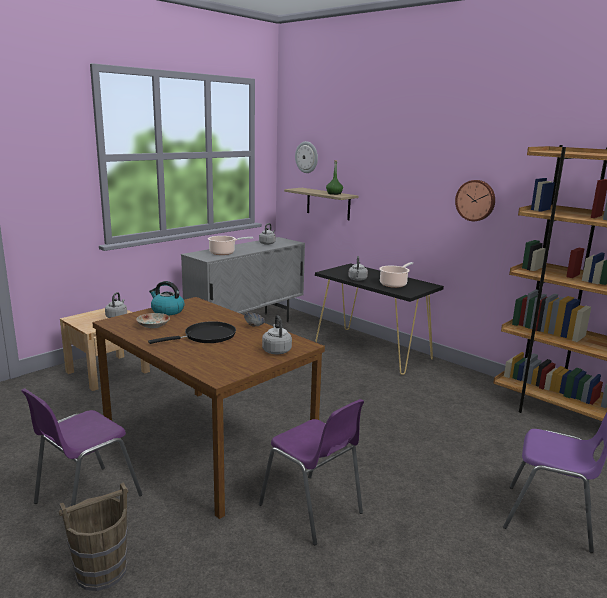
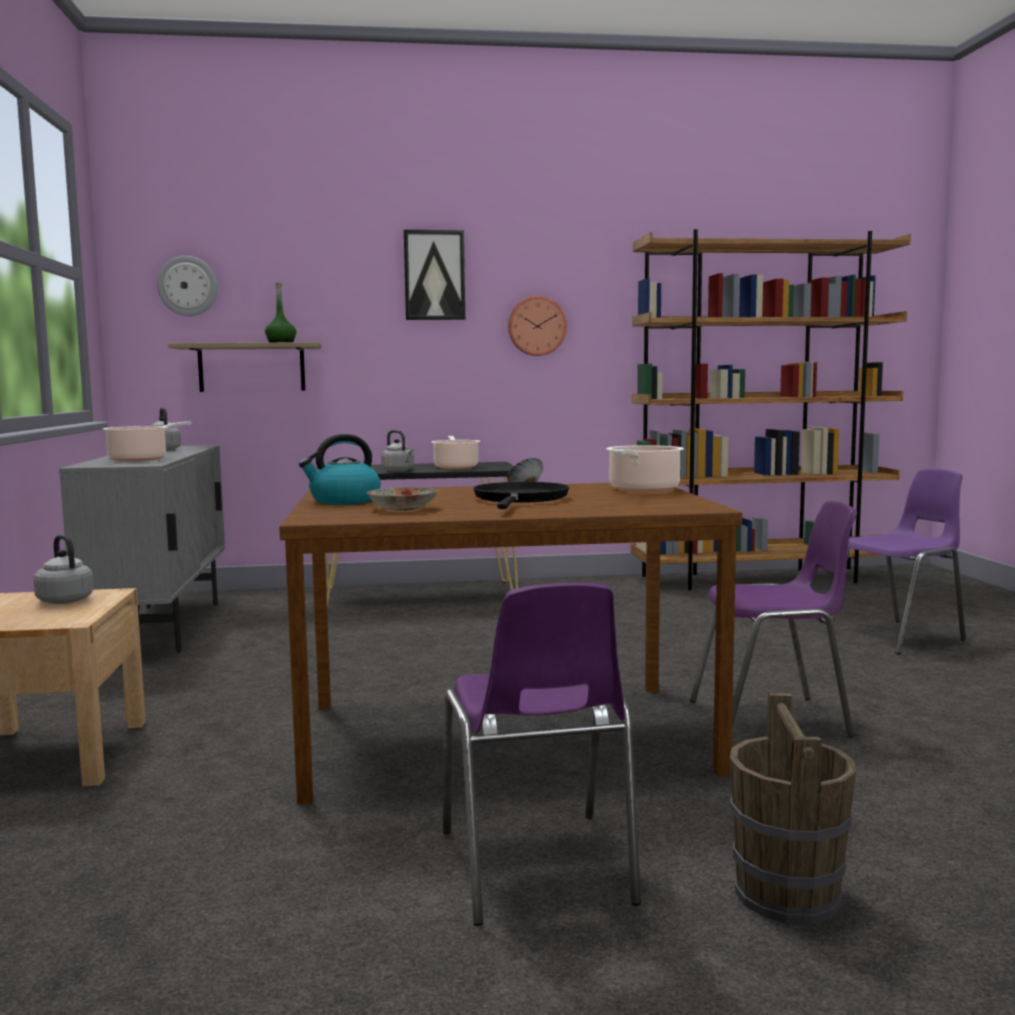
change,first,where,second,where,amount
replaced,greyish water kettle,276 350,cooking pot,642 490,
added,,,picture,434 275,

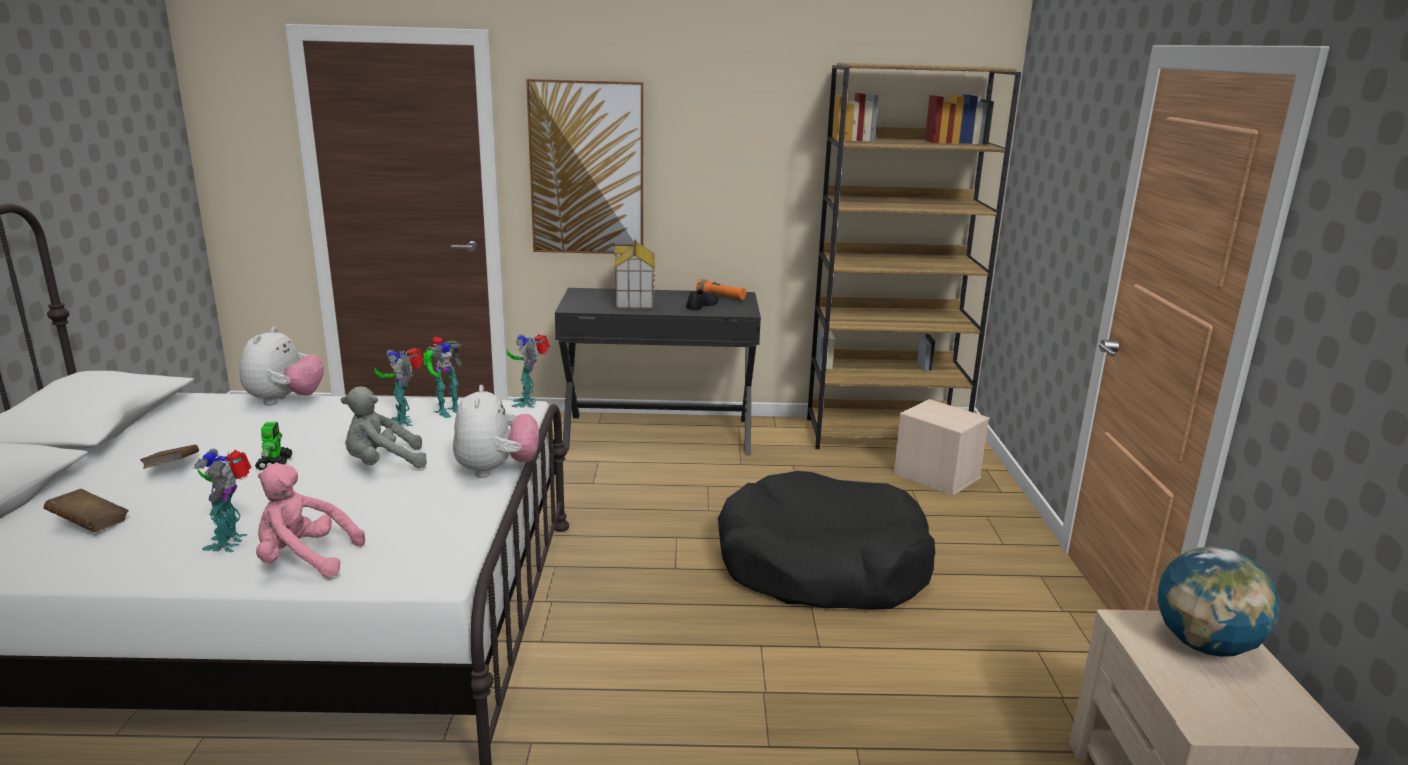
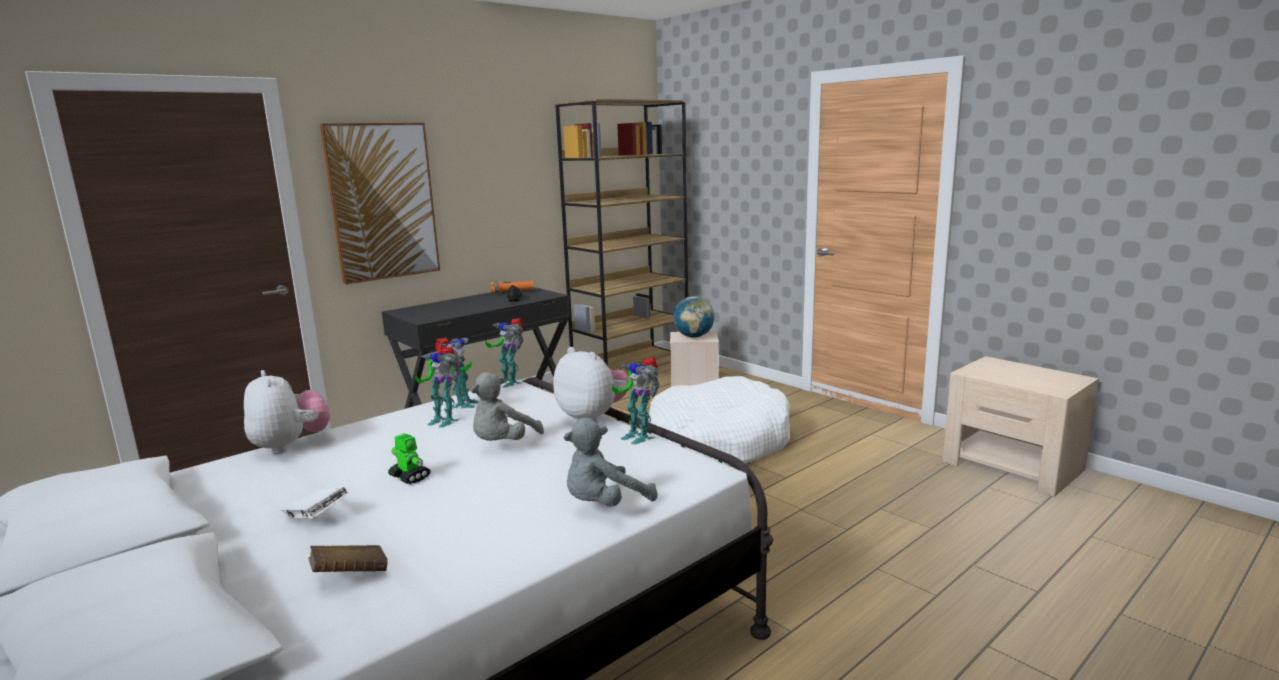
change,first,where,second,where,amount
removed,miniature house,635 300,,,
recoloured,brown-coloured volume,172 469,white-coloured volume,316 517,
moved,robot figure,231 542,,638 436,
recoloured,pink-coloured plush toy,304 560,greyish plush toy,604 504,
recoloured,black dog cushion,821 565,white-coloured dog cushion,717 442,
moved,world globe,1205 645,,694 336,

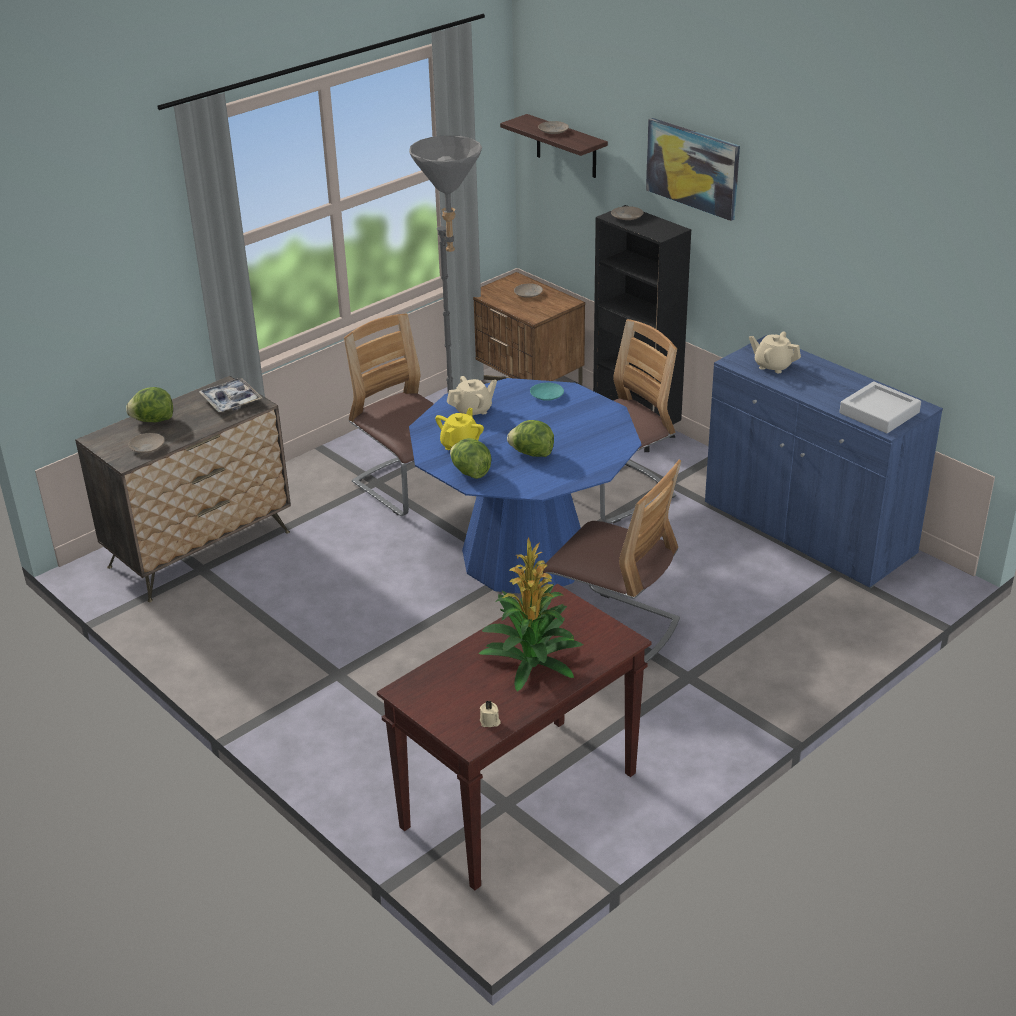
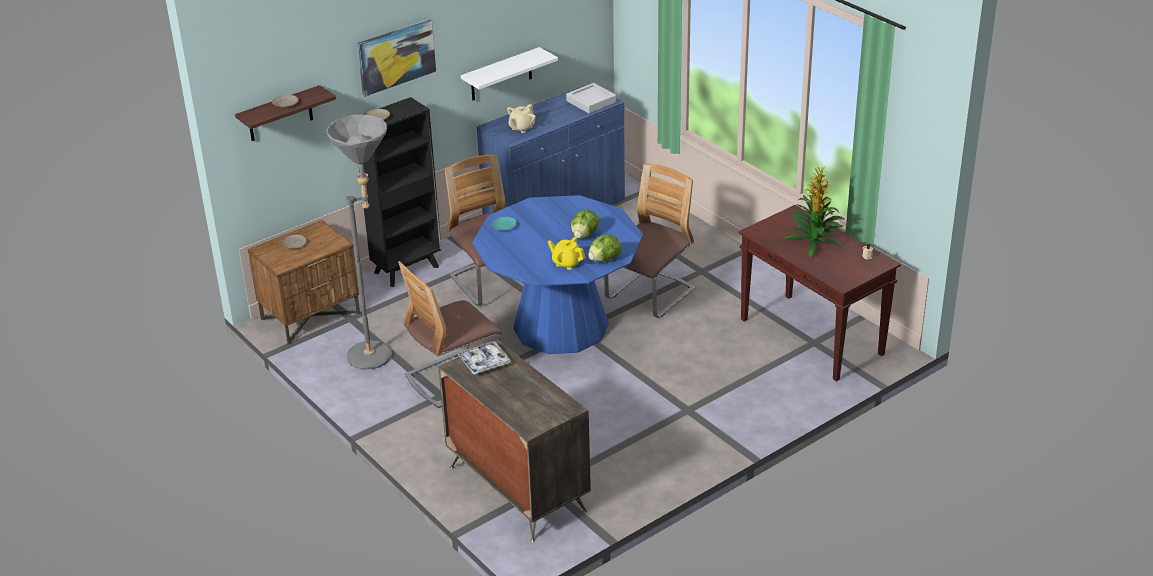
change,first,where,second,where,amount
removed,sand-coloured pot for tea,473 410,,,
removed,lettuce head,153 420,,,
removed,sand-coloured flat dish,147 447,,,
added,,,white-coloured shelf,501 75,

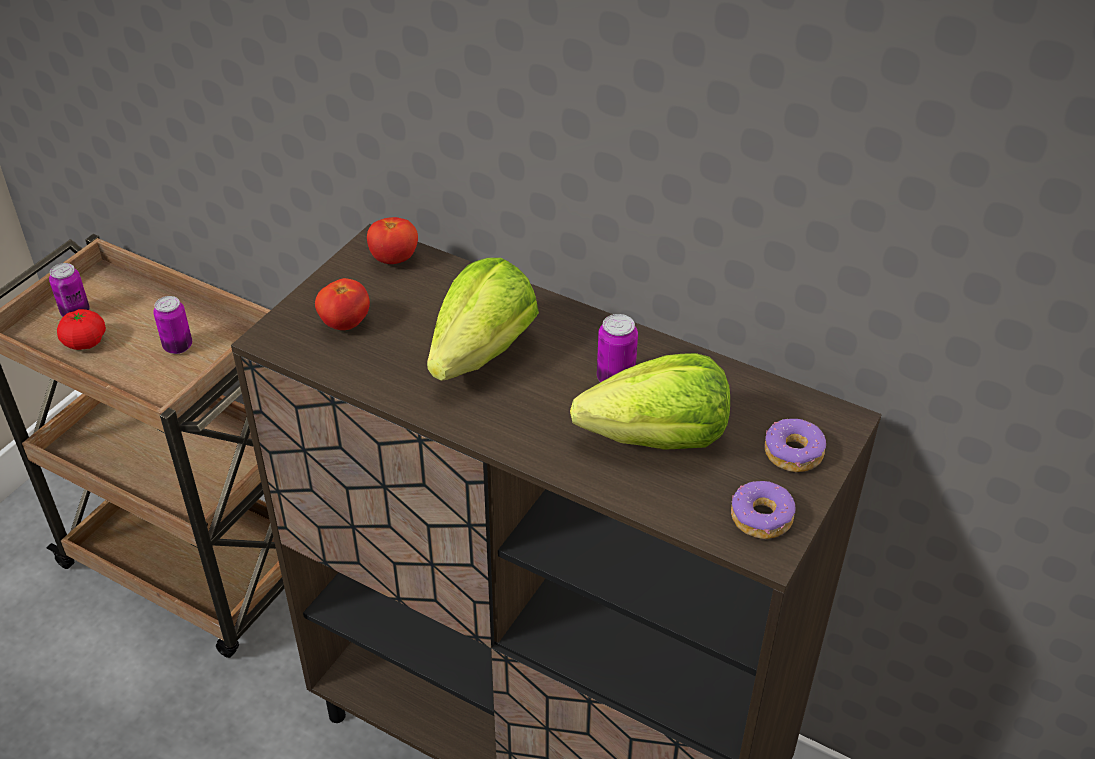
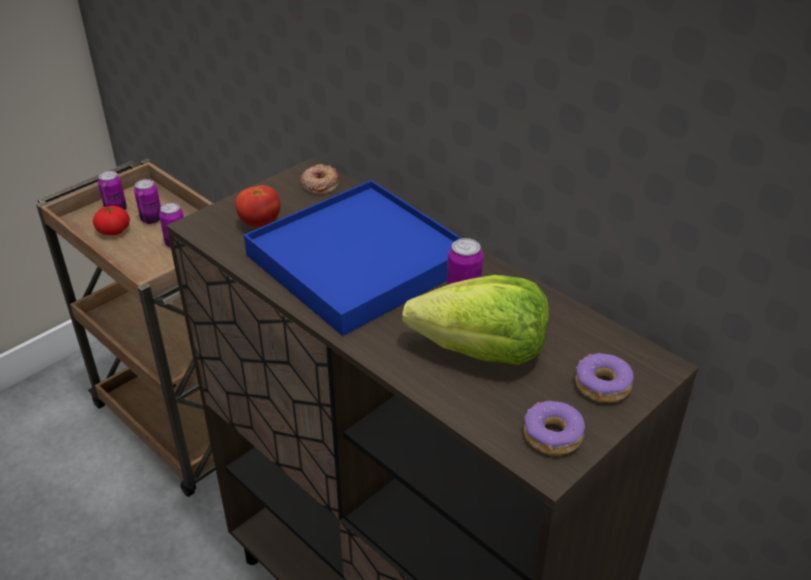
change,first,where,second,where,amount
replaced,whole tomato,394 259,doughnut,320 184,
replaced,lettuce head,482 353,bluish carrying tray,359 261,
added,,,sealed can,152 219,

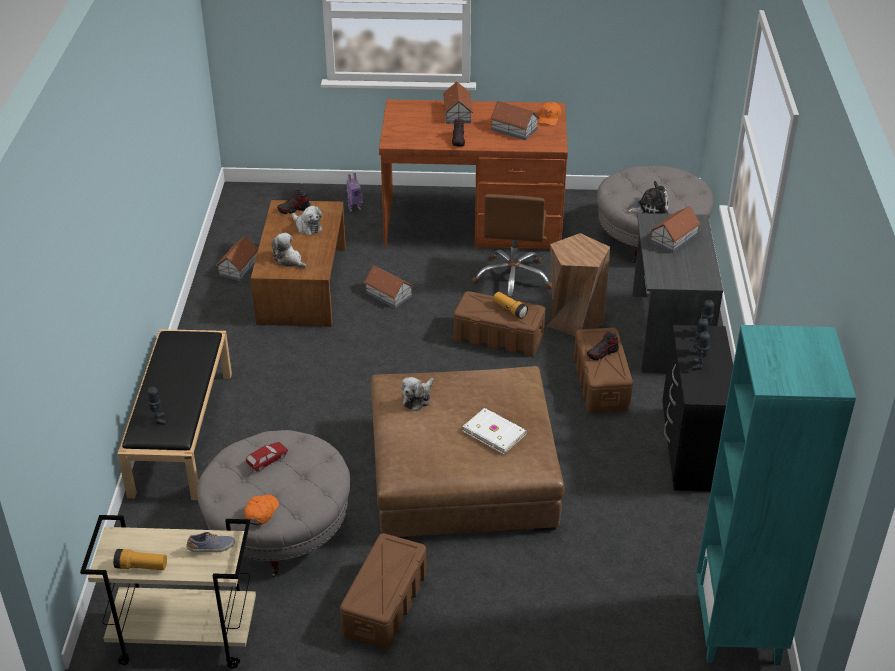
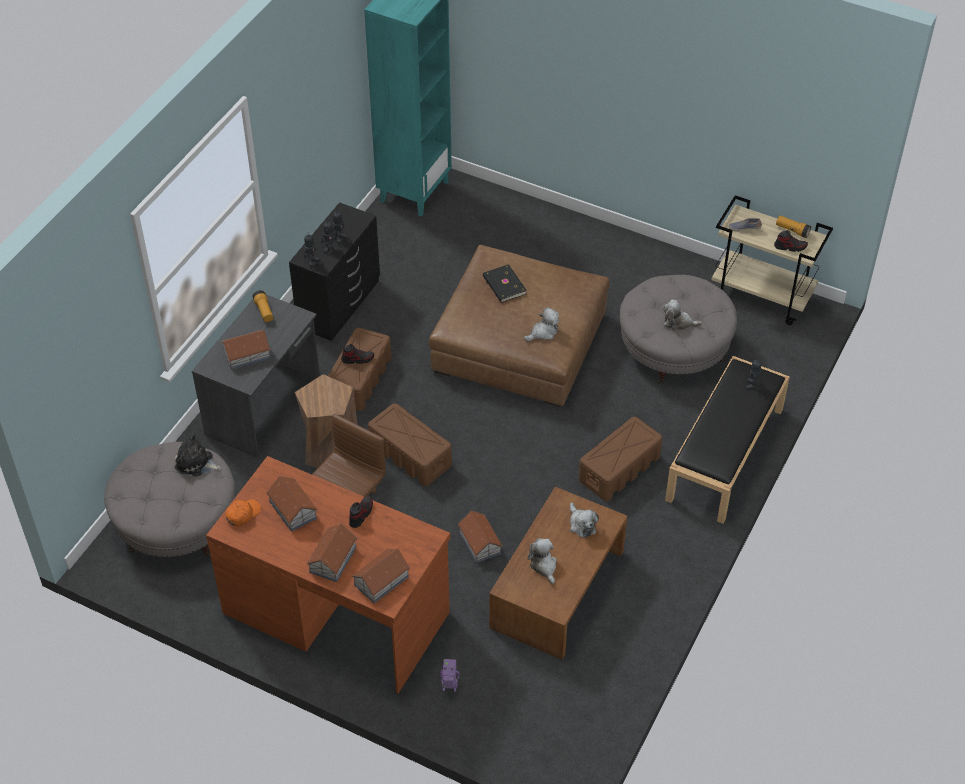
change,first,where,second,where,amount
moved,item of footwear,294 209,,790 247,
moved,miniature house,238 267,,382 580,
moved,flashlight,510 310,,264 311,
recoloured,white-coloured volume,494 432,black volume,503 286,
replaced,miniature car,267 460,plush toy,678 323,
removed,orangey baseball cap,261 512,,,
moved,brown-coloured storage box,385 603,,619 469,

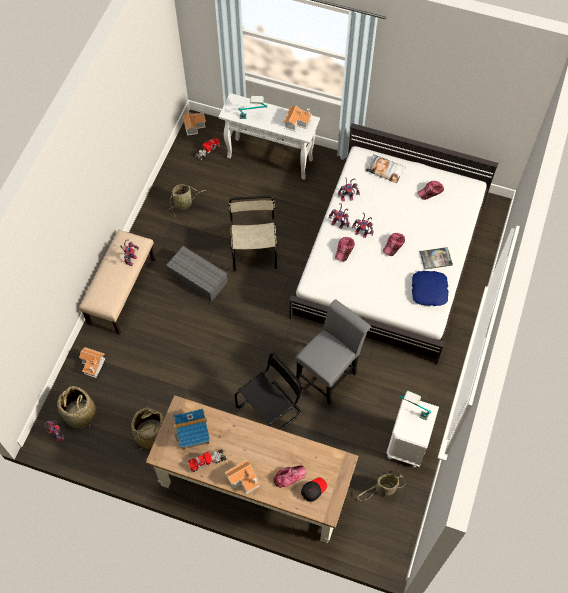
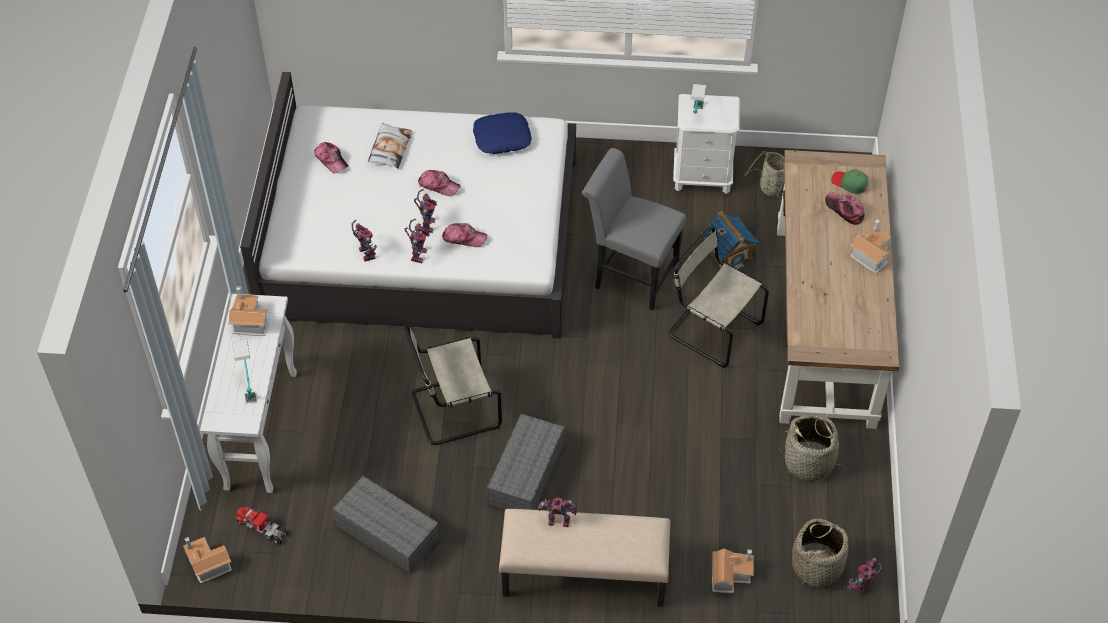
change,first,where,second,where,amount
moved,pillow,385 170,,390 149,
replaced,household basket,184 204,greyish storage box,385 532,
removed,volume,435 258,,,
recoloured,black upright chair,271 409,sand-coloured upright chair,712 328,
moved,miniature house,193 434,,727 252,
removed,toy lorry,208 461,,,
recoloured,black baseball cap,313 489,greenish baseball cap,849 183,

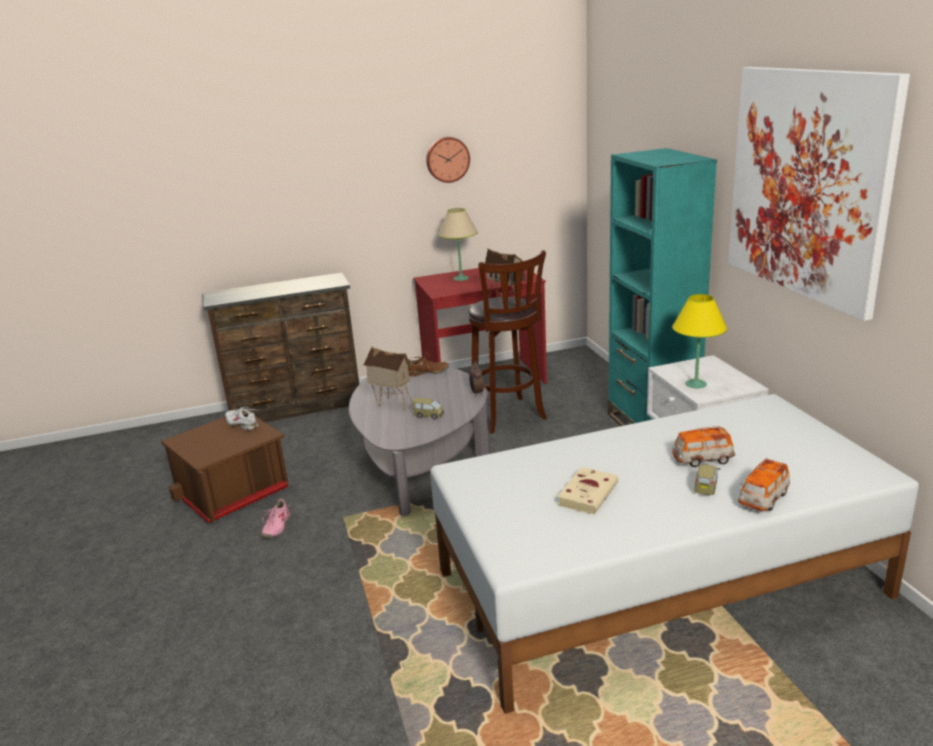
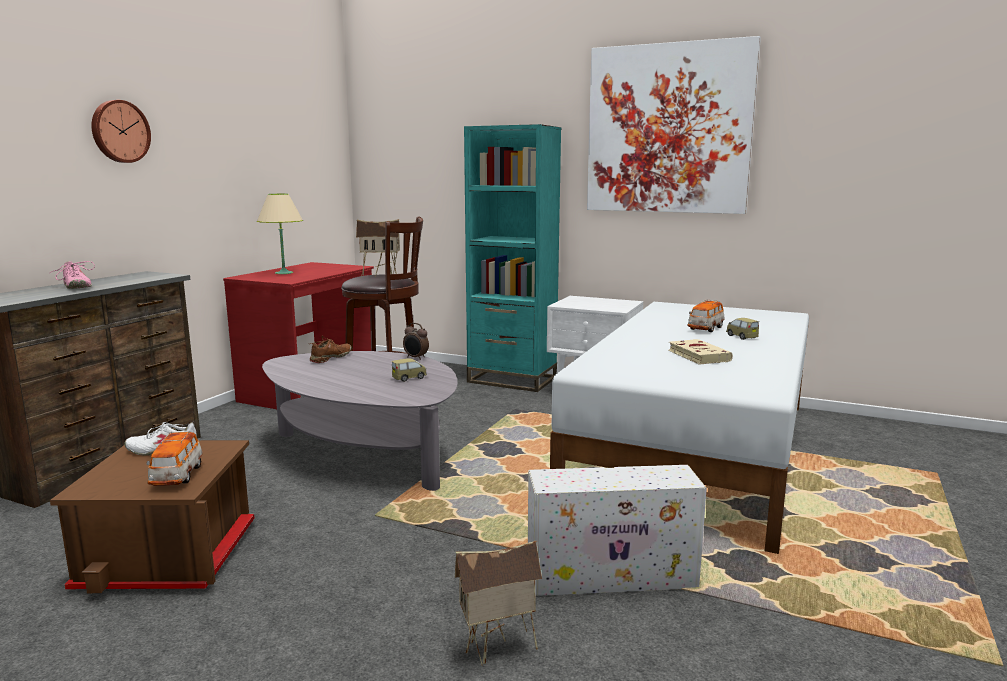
change,first,where,second,where,amount
moved,hanging clock,447 159,,119 131,
removed,yellowish tabletop lamp,695 384,,,
moved,miniature house,391 405,,499 650,
moved,miniature car,763 499,,177 476,
moved,pink-coloured item of footwear,276 527,,75 287,
added,,,white-coloured storage box,613 576,

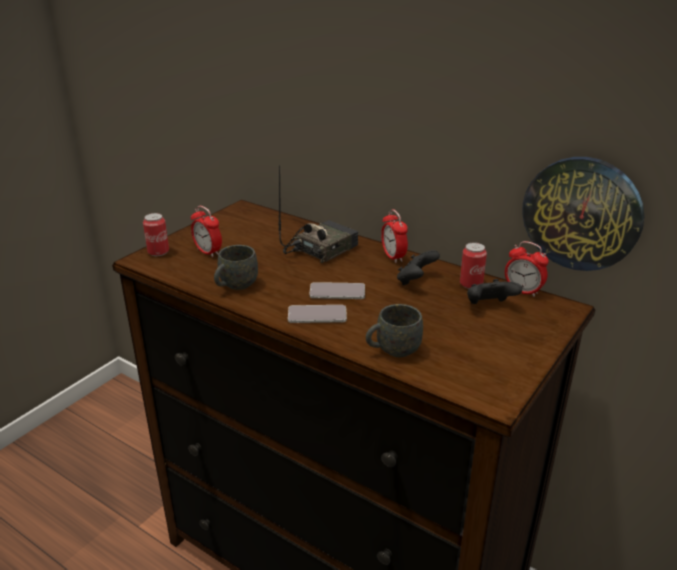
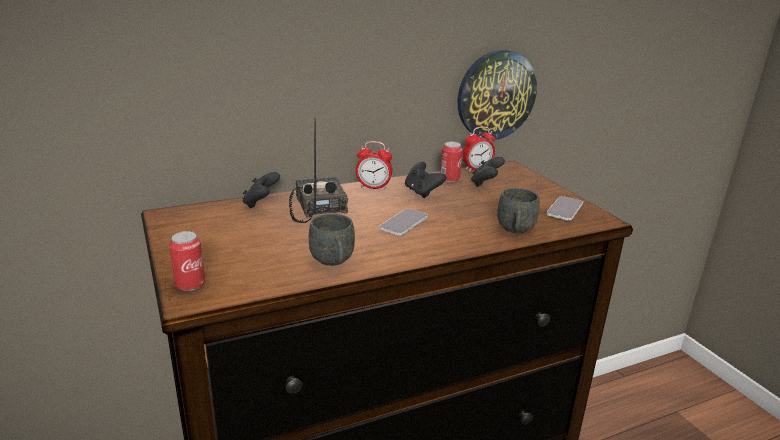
change,first,where,second,where,amount
removed,table clock,208 252,,,
moved,telephone,317 315,,564 209,
added,,,black game controller,261 203,

